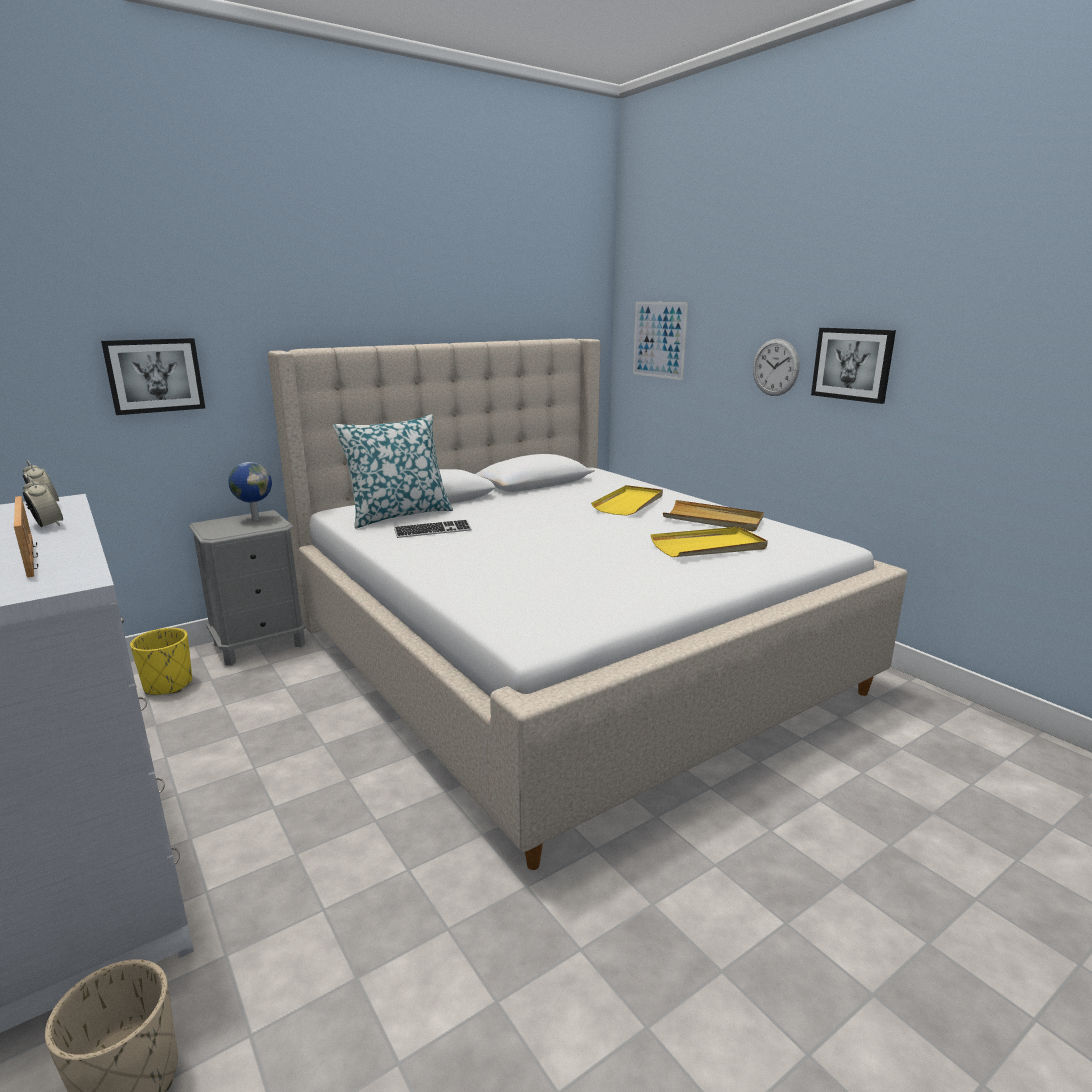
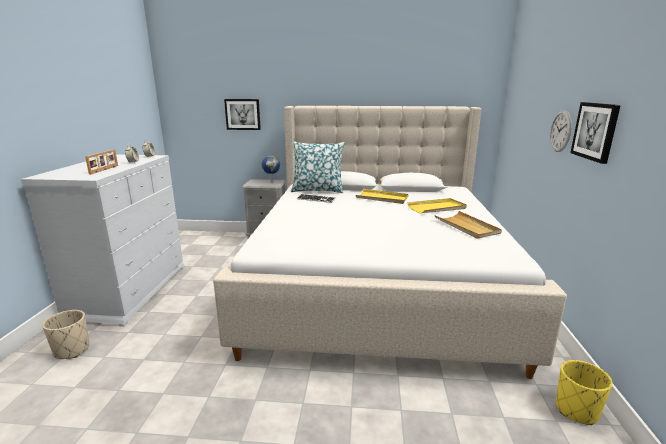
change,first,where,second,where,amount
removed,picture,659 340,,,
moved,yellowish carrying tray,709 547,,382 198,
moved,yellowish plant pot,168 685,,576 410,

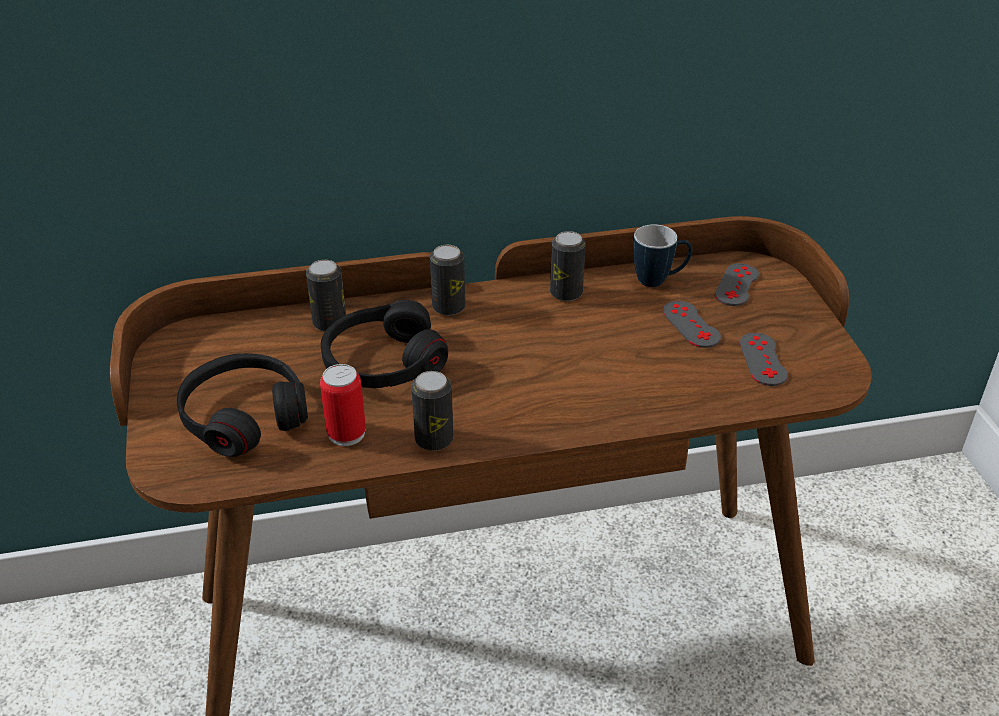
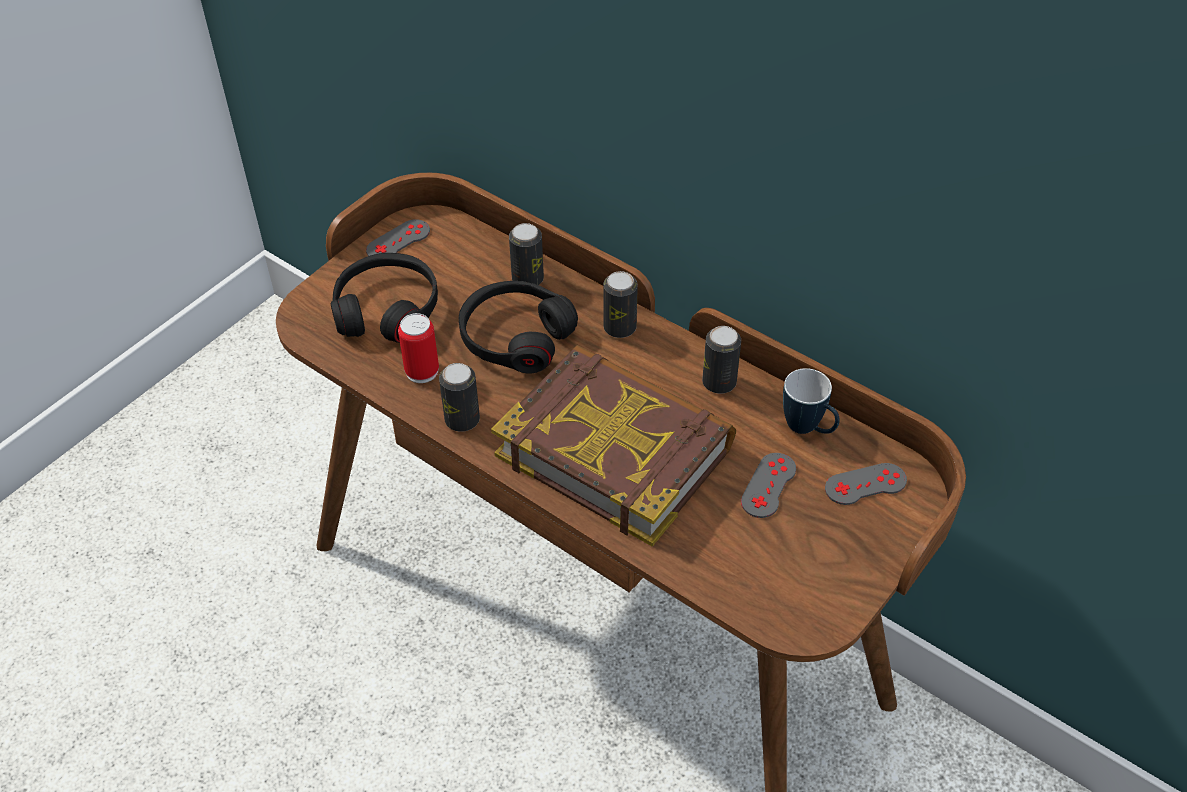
change,first,where,second,where,amount
moved,greyish game controller,763 359,,398 241,
added,,,volume,615 450,

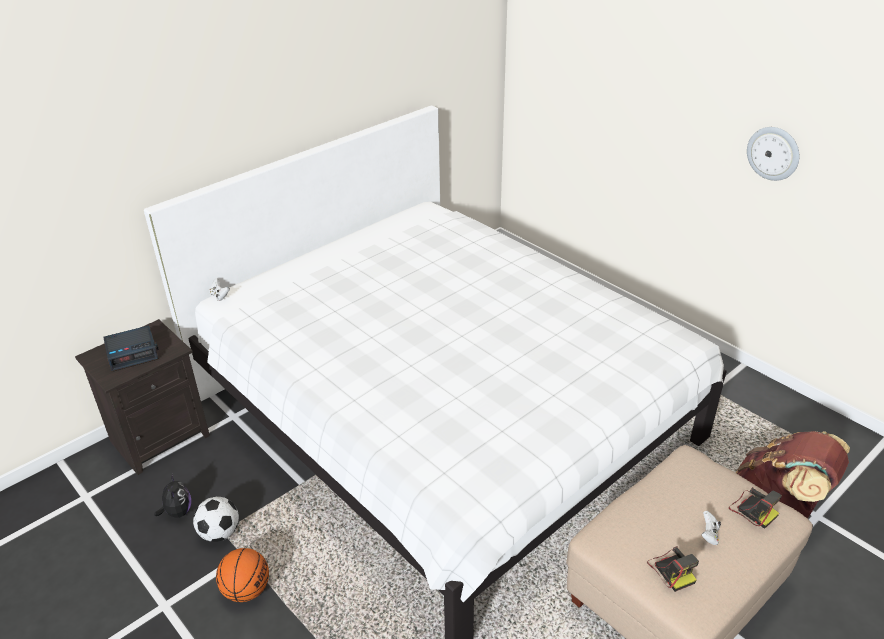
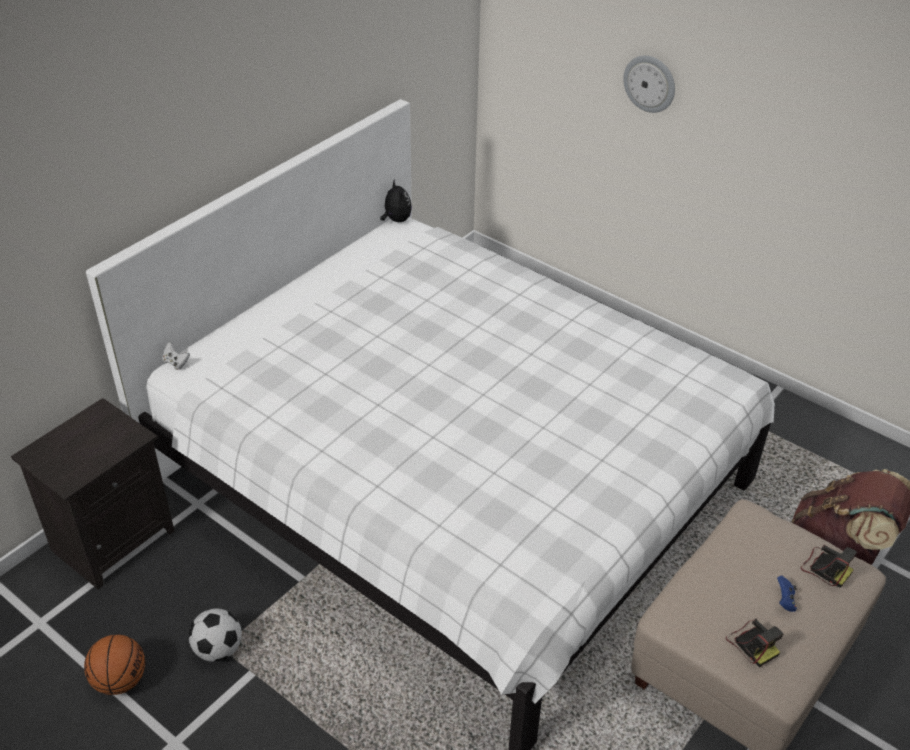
change,first,where,second,where,amount
moved,hanging clock,773 153,,650 83,
removed,table clock,133 353,,,
moved,plush toy,177 512,,396 220,
recoloured,white-coloured game controller,709 535,bluish game controller,785 601,
moved,ball for basketball,246 590,,120 680,

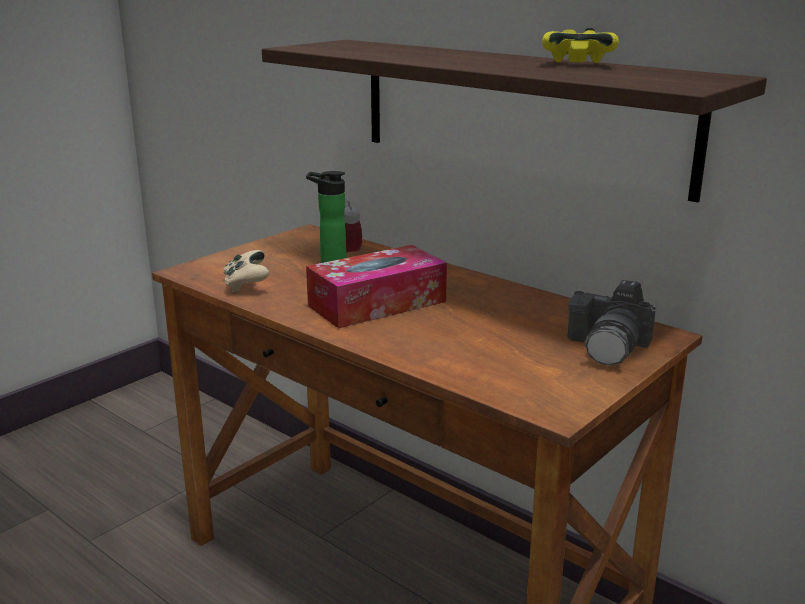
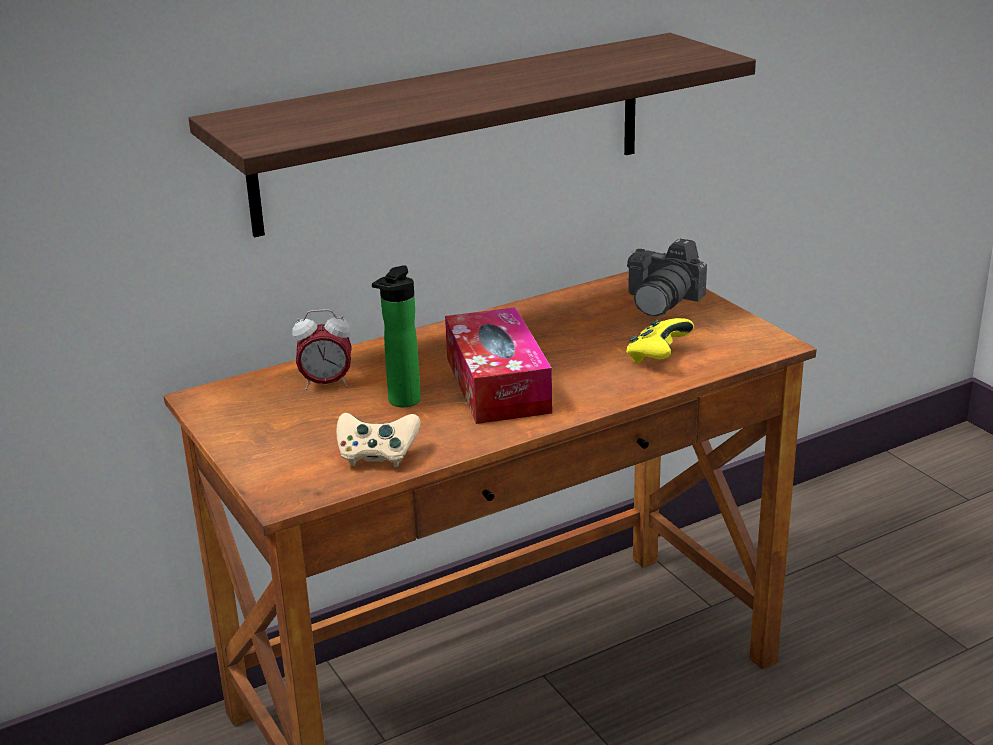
change,first,where,second,where,amount
moved,yellowish game controller,578 65,,657 357,
turned,still camera,609 346,,664 300,75 degrees clockwise

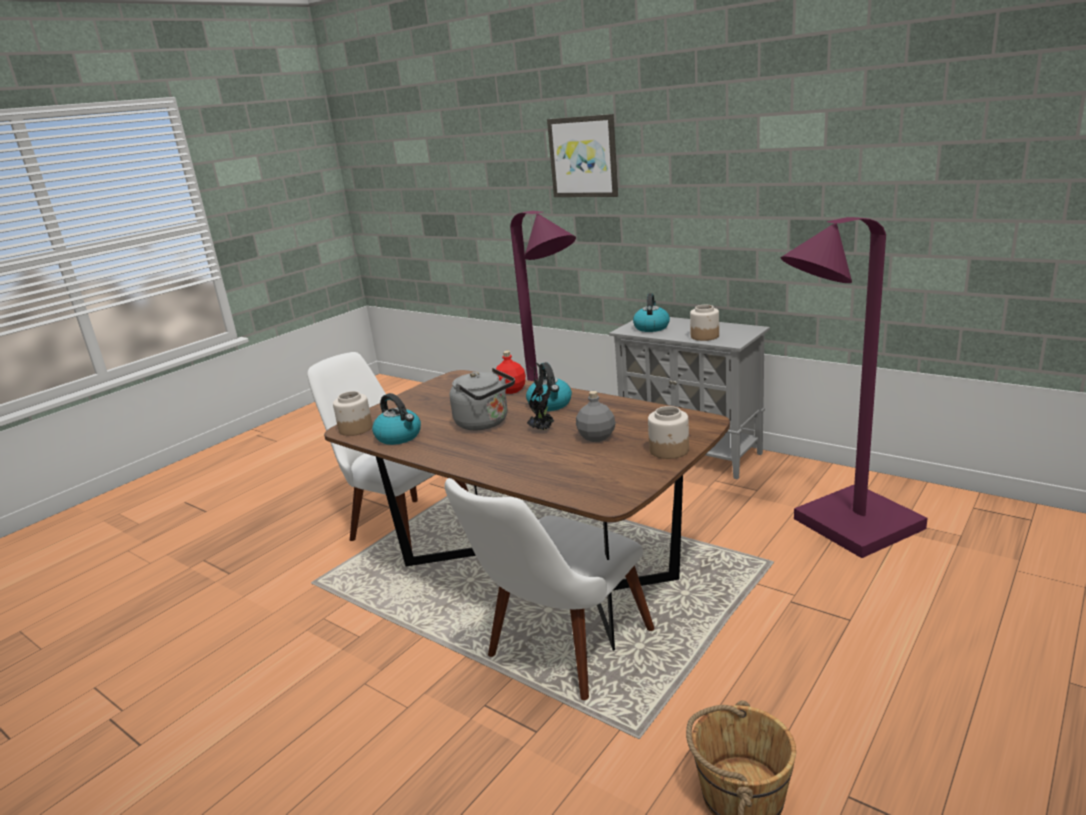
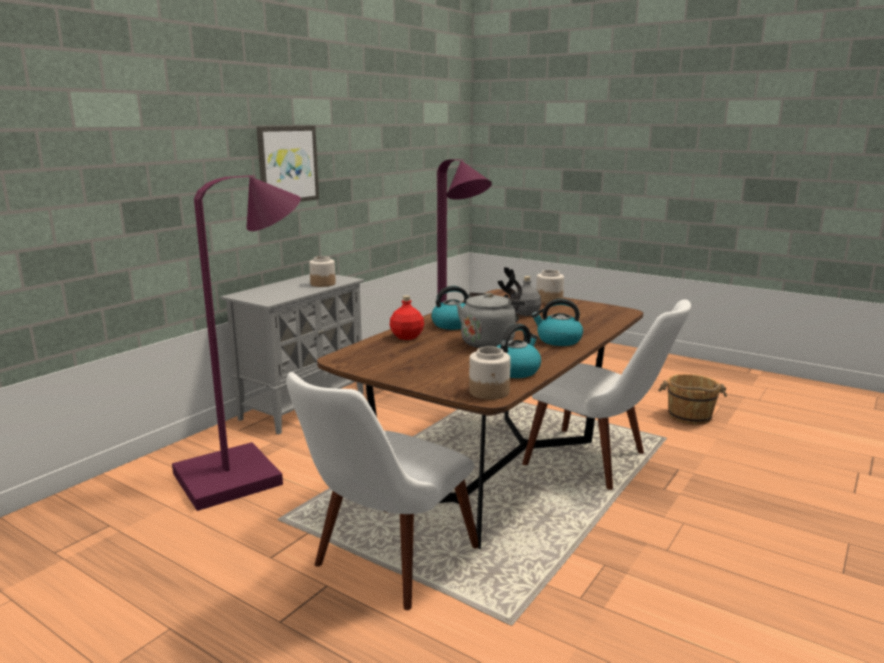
change,first,where,second,where,amount
moved,picture,583 157,,287 164,
moved,water kettle,651 327,,558 340,

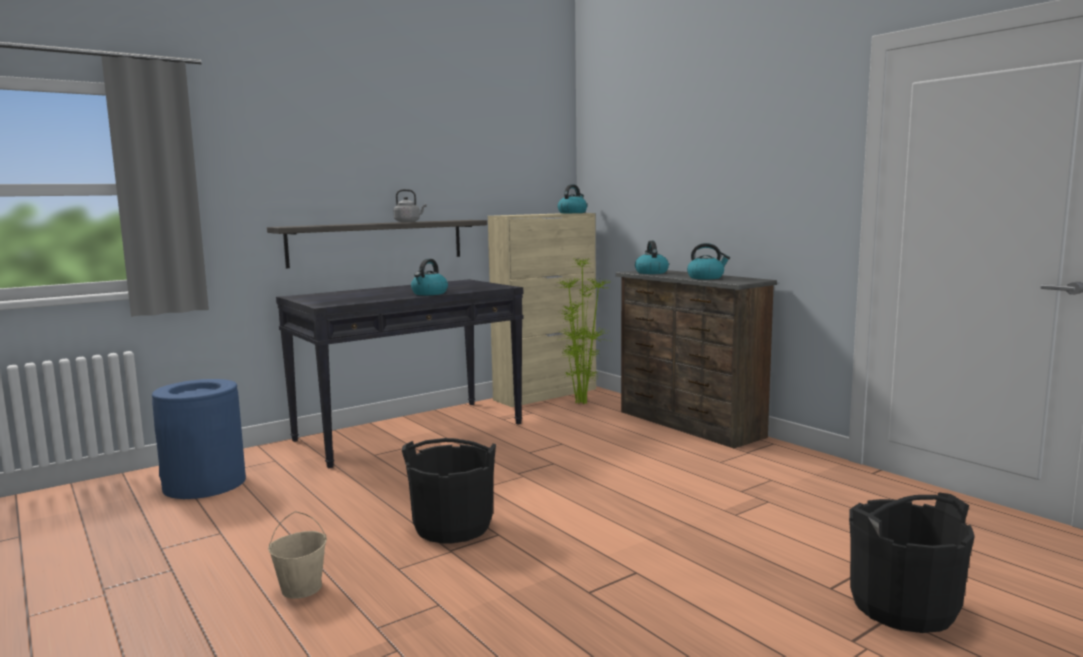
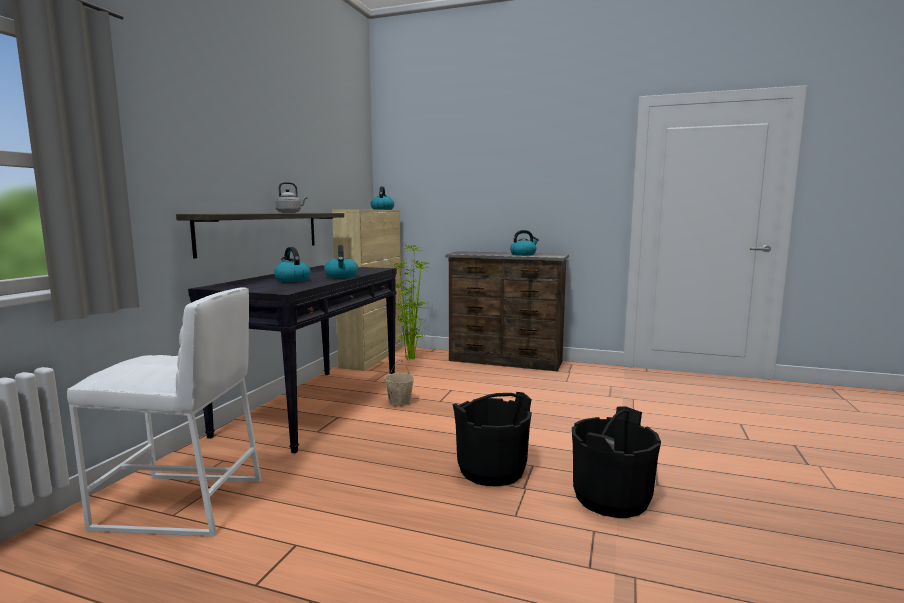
change,first,where,second,where,amount
moved,water kettle,651 272,,292 280,
replaced,bluish waste bin,204 484,white-coloured sitting stool,181 504,
moved,black pail,903 607,,611 498,
moved,sand-coloured pail,301 588,,399 402,

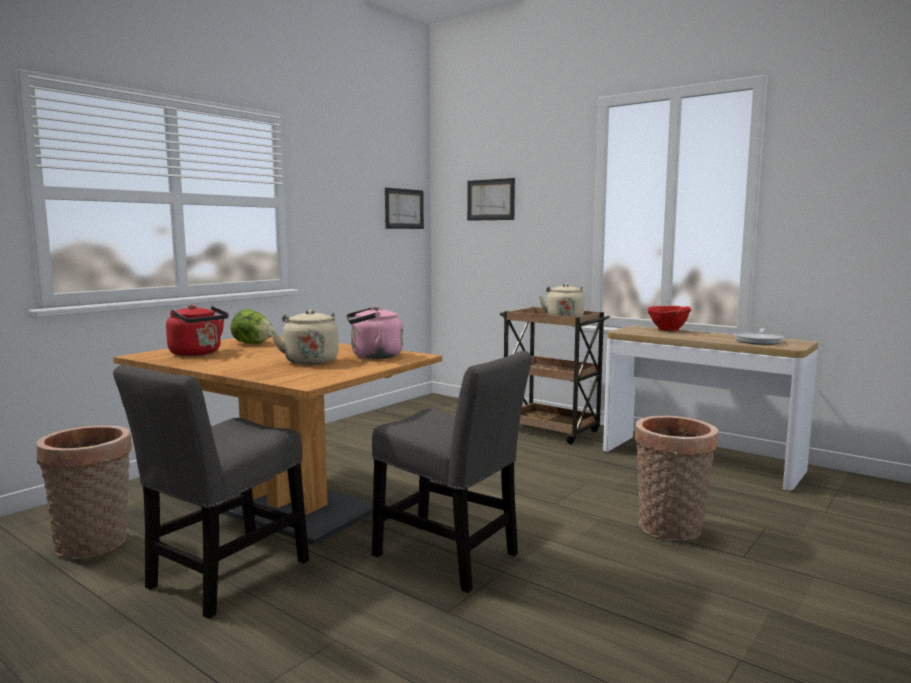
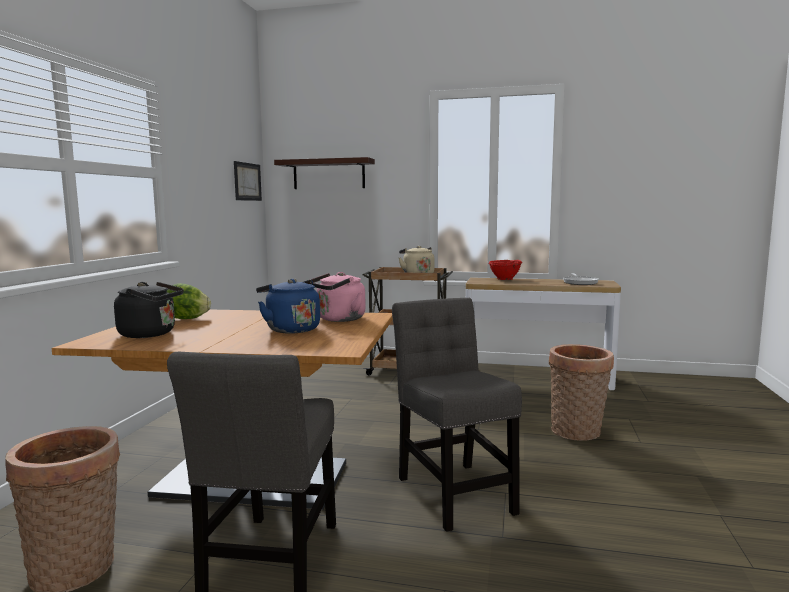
change,first,where,second,where,amount
replaced,picture,491 199,shelf,329 174,
recoloured,red-coloured water kettle,198 353,black water kettle,151 334,
recoloured,sand-coloured water kettle,310 361,bluish water kettle,290 329,
turned,greyish upright chair,451 557,,453 491,120 degrees counterclockwise

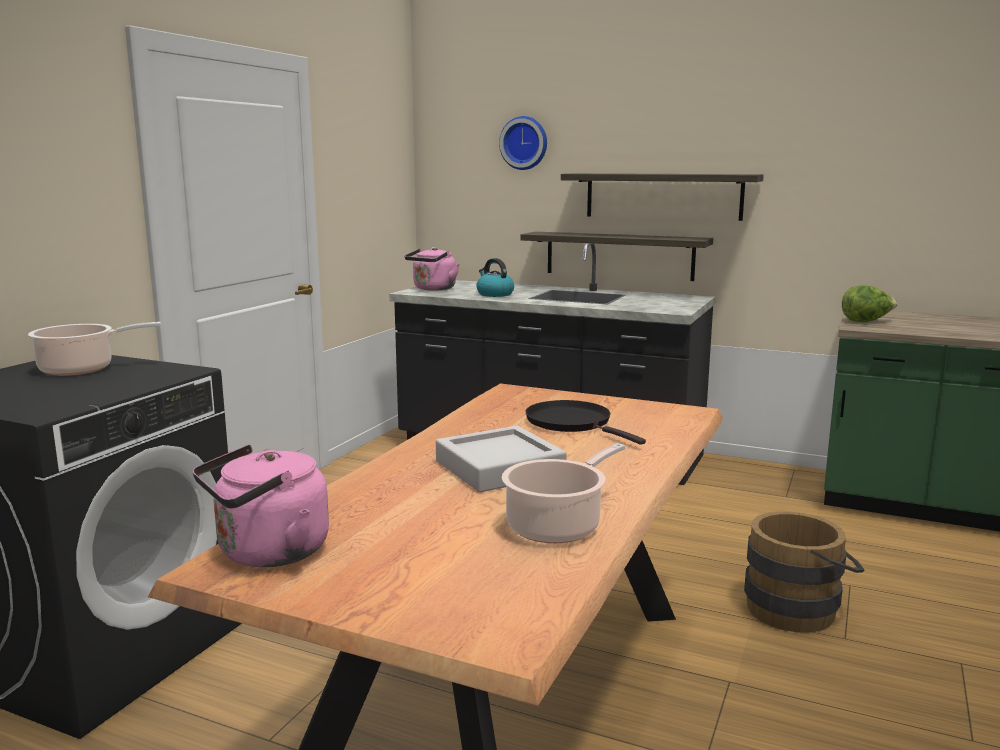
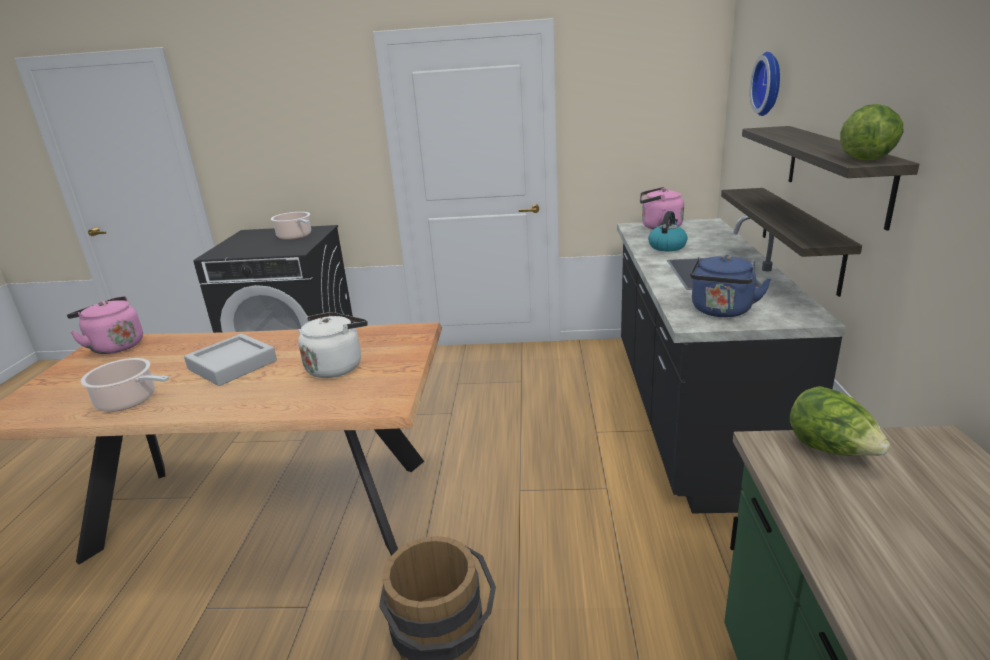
change,first,where,second,where,amount
replaced,black skillet,572 423,white-coloured water kettle,336 366,
added,,,lettuce head,867 158,
added,,,bluish water kettle,721 311,

